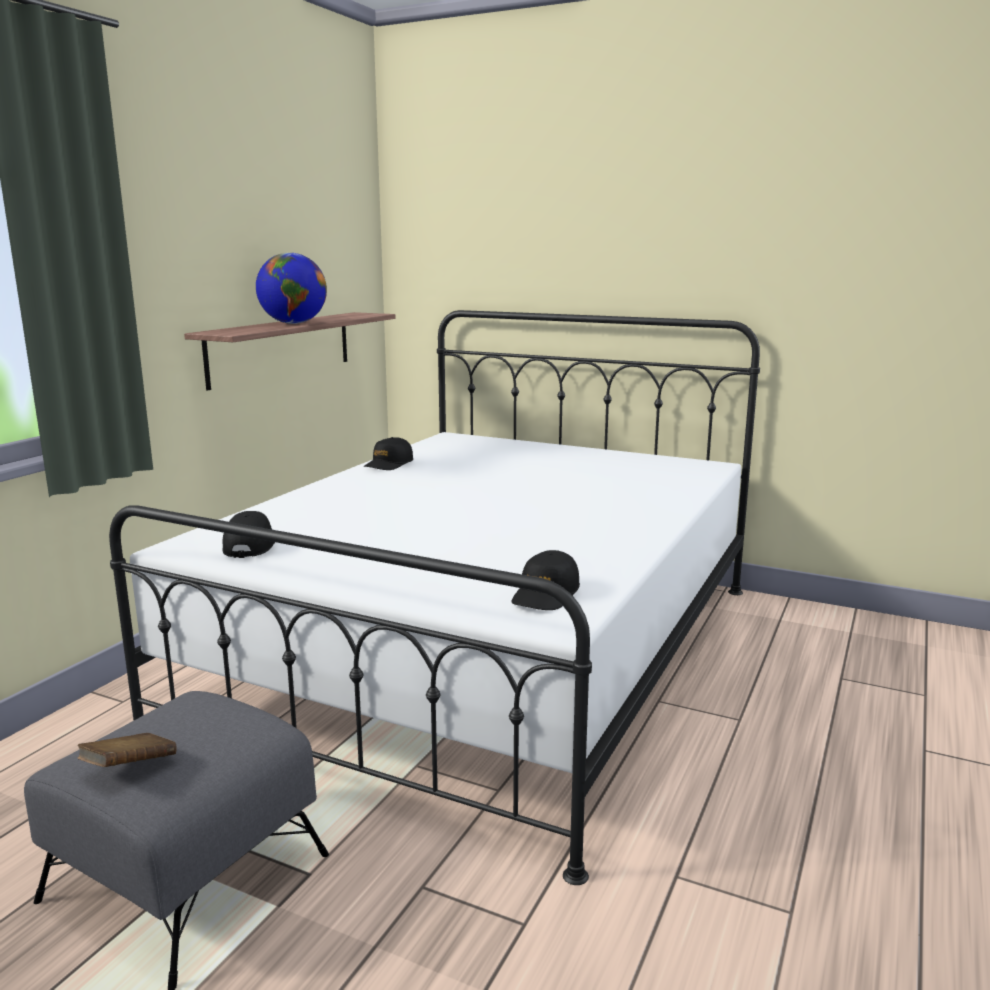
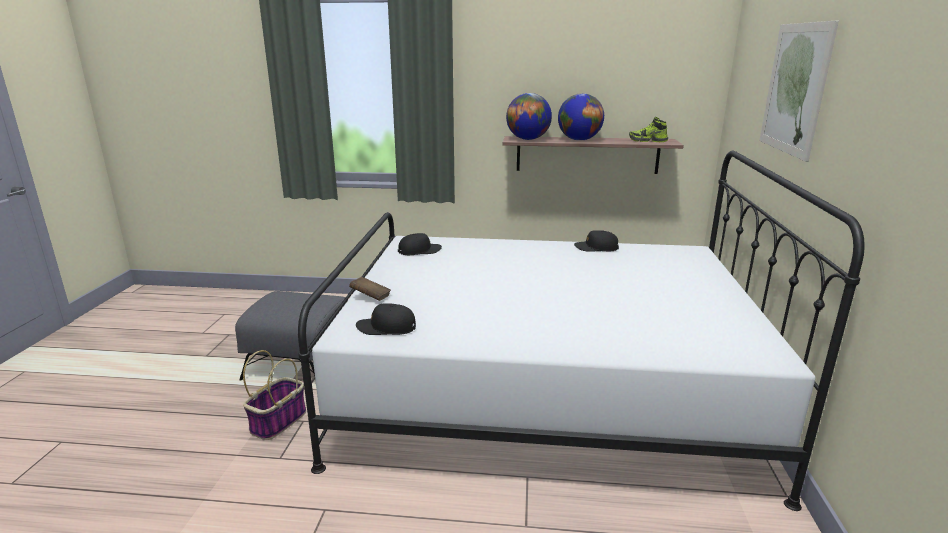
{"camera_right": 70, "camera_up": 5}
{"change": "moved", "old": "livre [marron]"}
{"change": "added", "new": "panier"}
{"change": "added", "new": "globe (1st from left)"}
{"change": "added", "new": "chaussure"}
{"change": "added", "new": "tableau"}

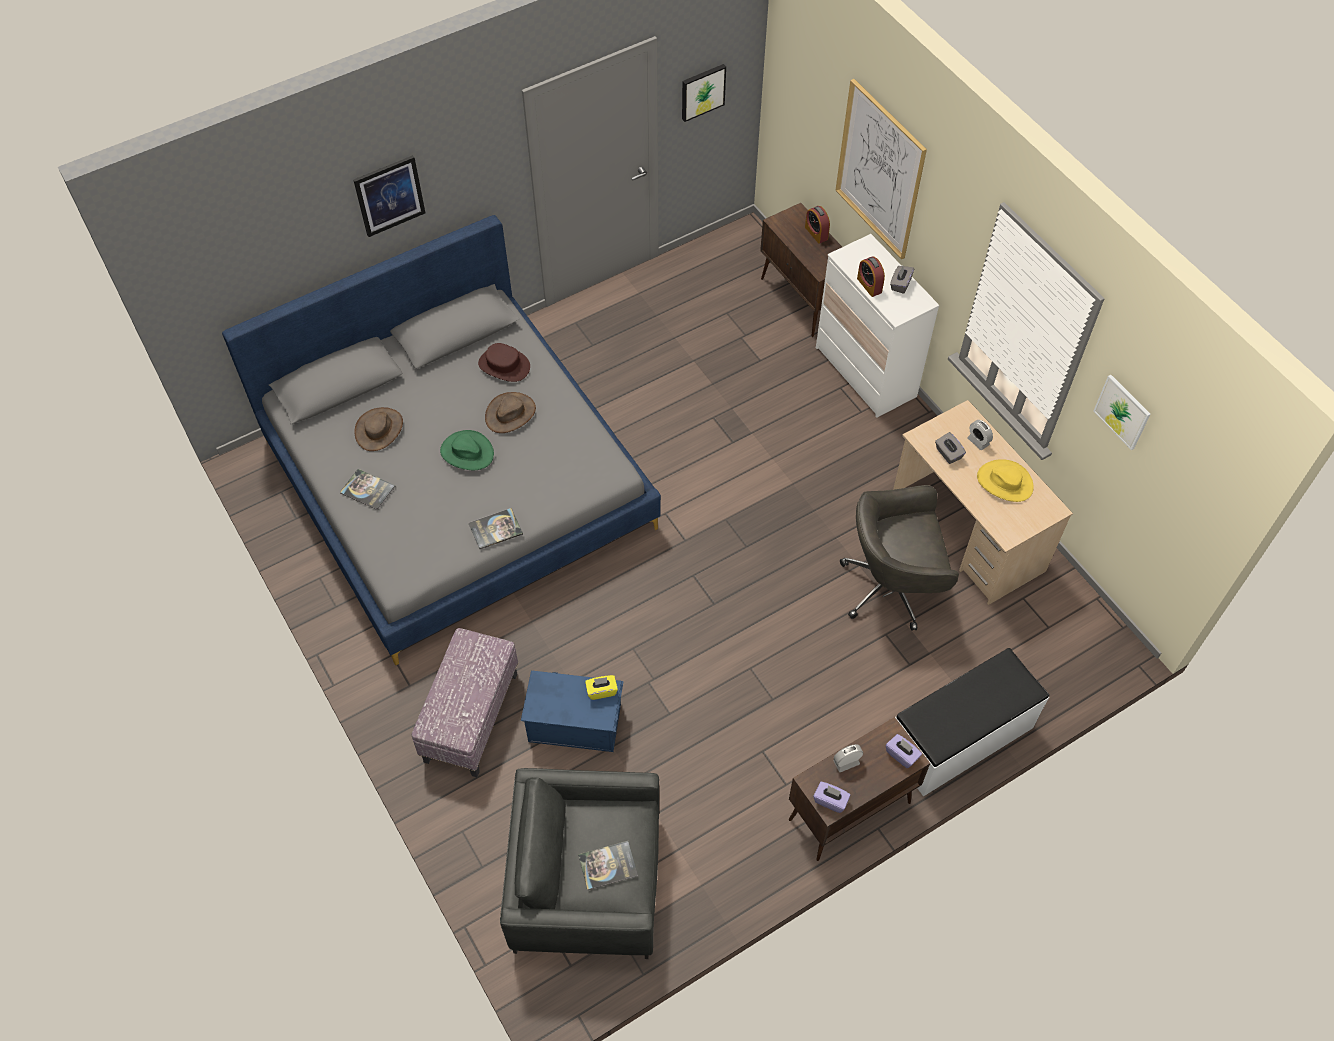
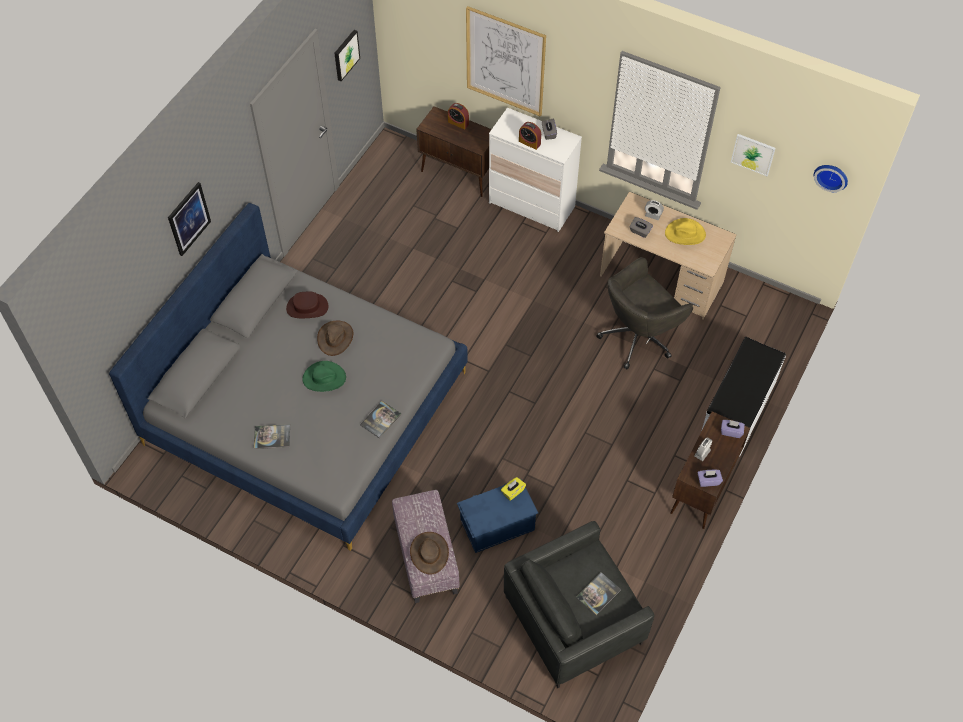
{"camera_right": -30, "camera_up": 0}
{"change": "moved", "old": "chapeau [marron] (1st from left in the first image)", "new": "chapeau [marron] (3rd from left)"}
{"change": "added", "new": "horloge murale"}

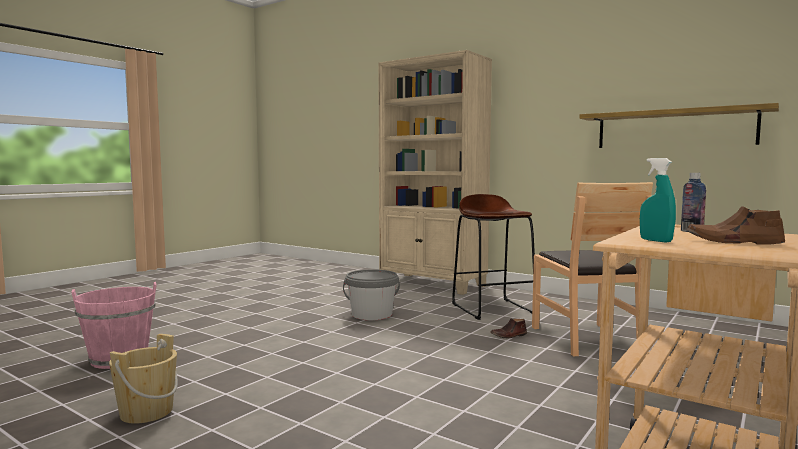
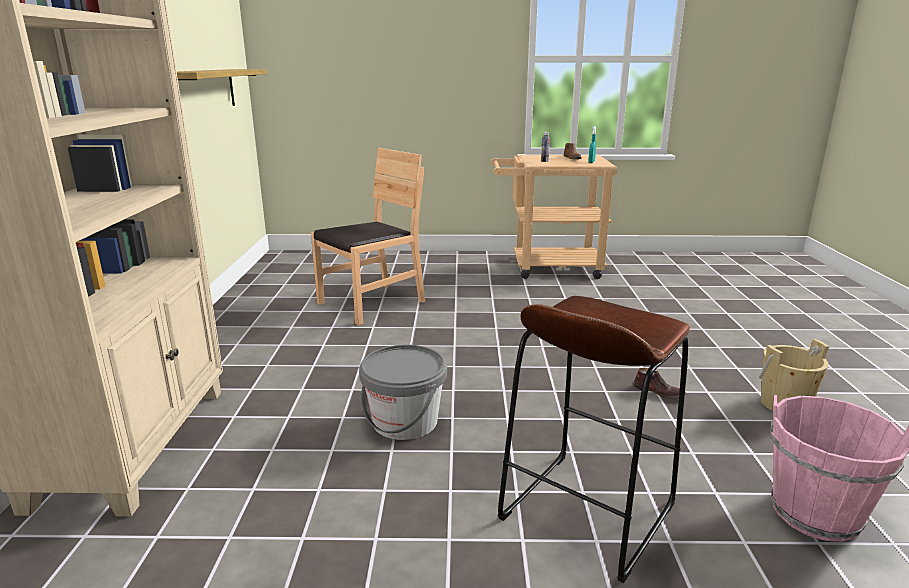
{"camera_right": -125, "camera_up": 15}
{"change": "moved", "old": "tabouret [marron]"}
{"change": "moved", "old": "chaussure [marron] (1st from left in the first image)", "new": "chaussure [marron] (2nd from left)"}

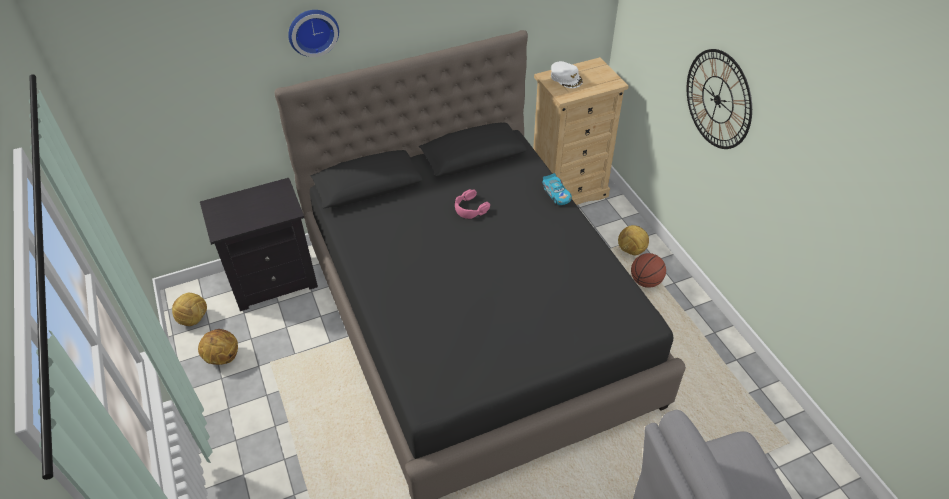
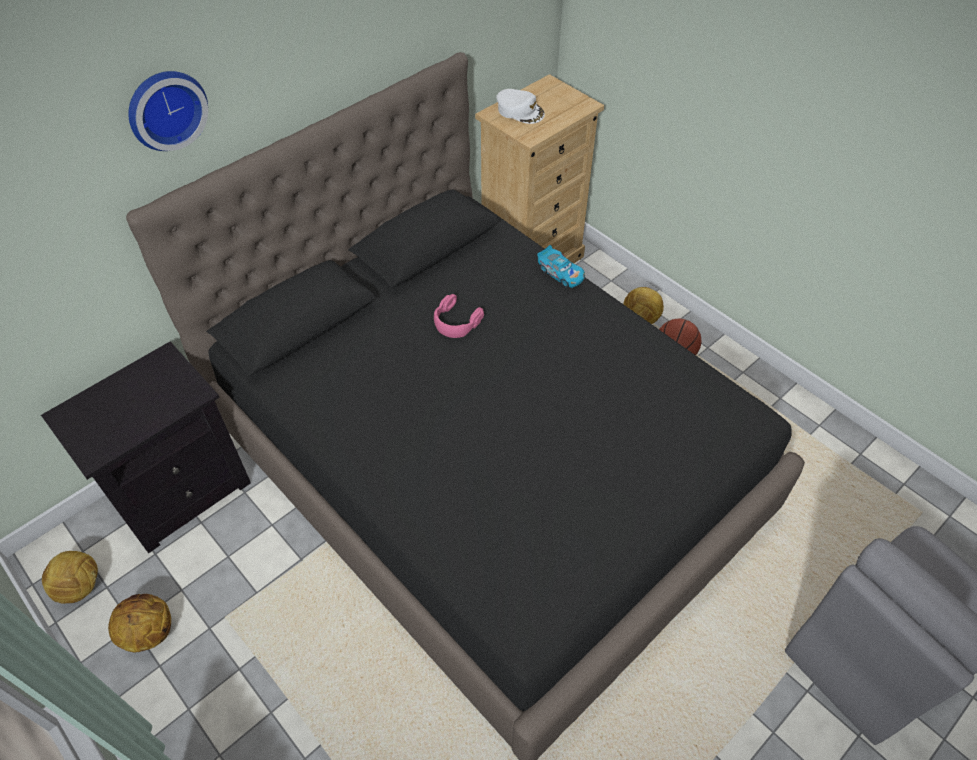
{"camera_right": -20, "camera_up": 5}
{"change": "removed", "old": "horloge murale (2nd from left)"}

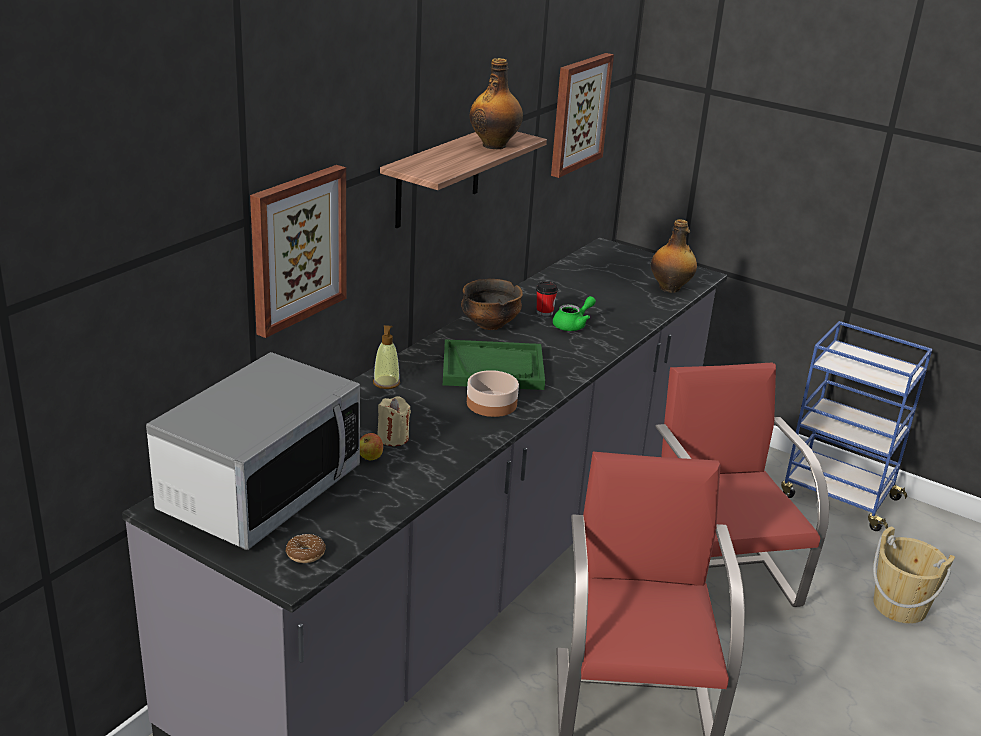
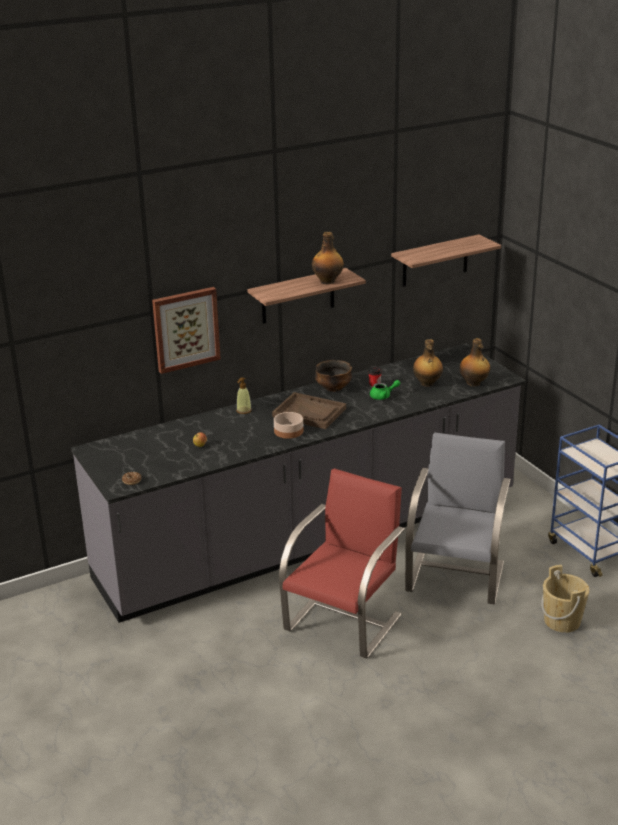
{"camera_right": 30, "camera_up": 0}
{"change": "removed", "old": "micro-ondes"}
{"change": "removed", "old": "bougie [beige]"}
{"change": "recoloured", "old": "plateau [vert]", "new": "plateau [marron]"}
{"change": "replaced", "old": "tableau (2nd from left)", "new": "étagère (2nd from left)"}
{"change": "recoloured", "old": "chaise [rouge] (2nd from left)", "new": "chaise [gris]"}
{"change": "added", "new": "bouteille (2nd from left)"}

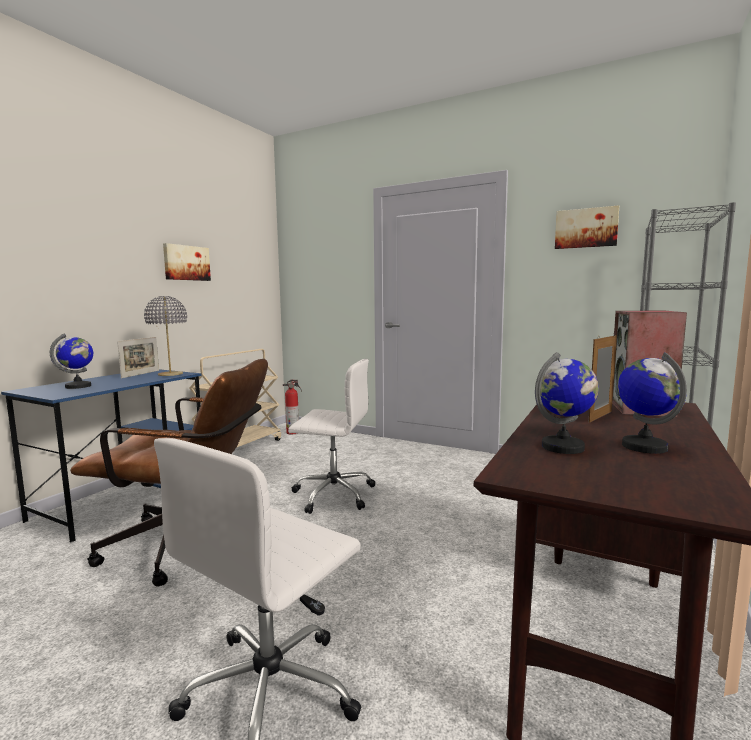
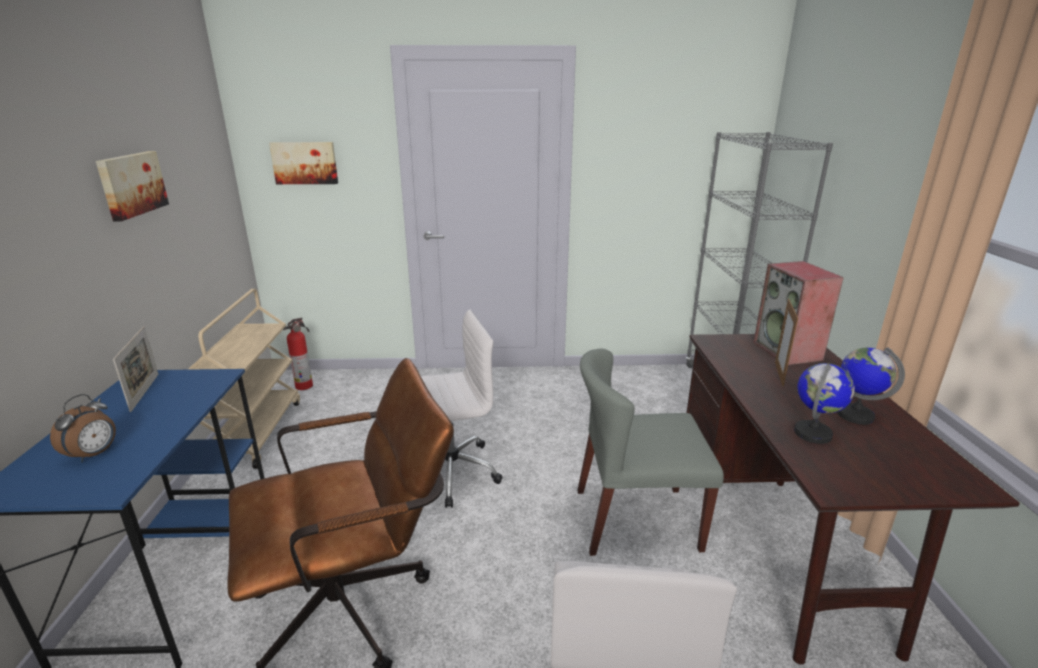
{"camera_right": -30, "camera_up": 15}
{"change": "replaced", "old": "globe (1st from left)", "new": "réveil"}
{"change": "removed", "old": "lampe de table [gris]"}
{"change": "moved", "old": "tableau (2nd from left)"}
{"change": "added", "new": "chaise [gris]"}

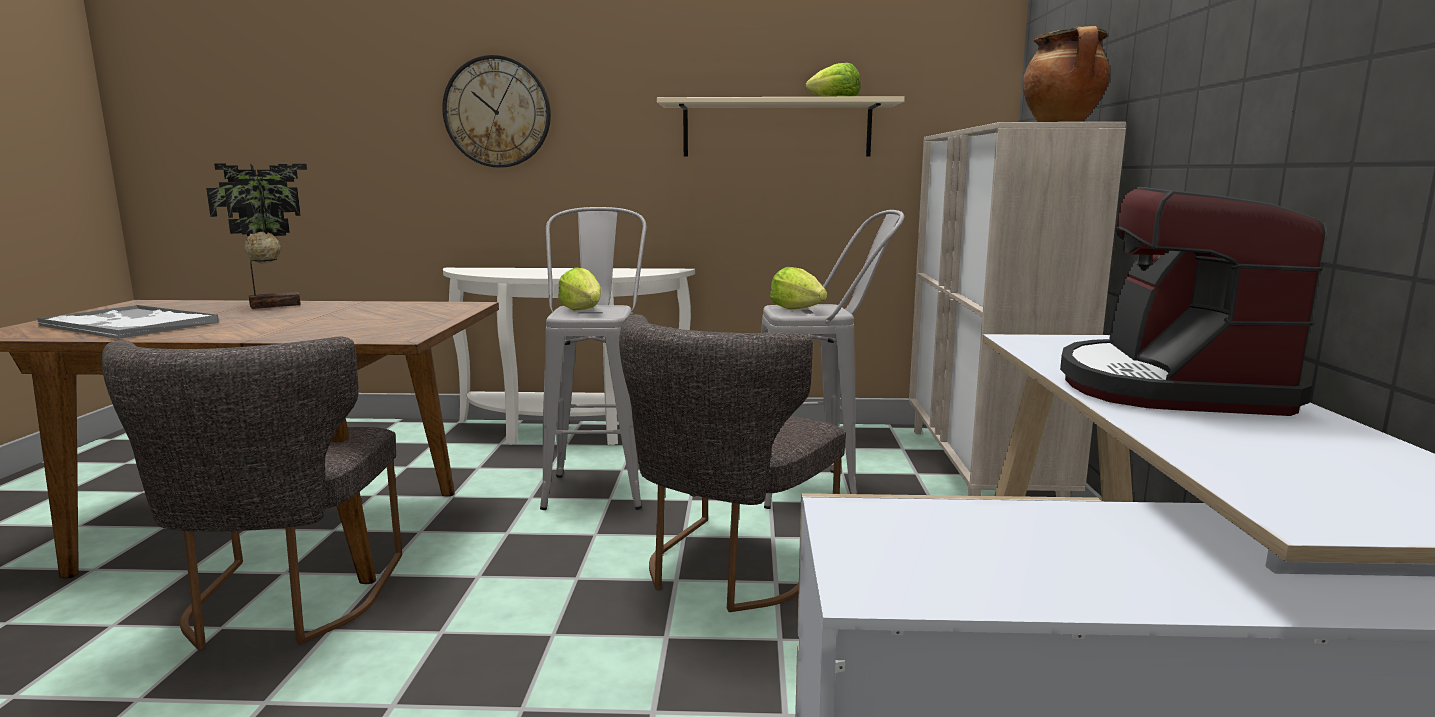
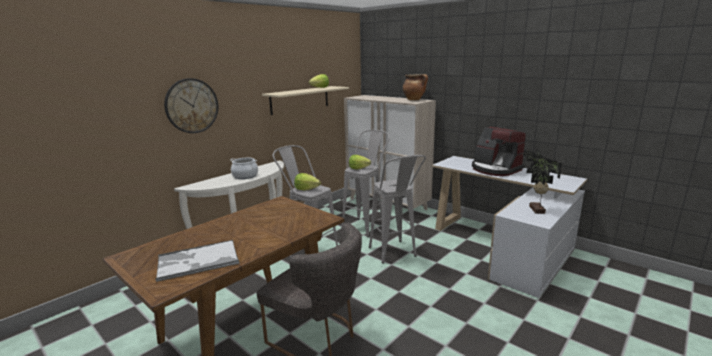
{"camera_right": -50, "camera_up": 5}
{"change": "moved", "old": "plante en pot"}
{"change": "replaced", "old": "chaise [gris] (2nd from left)", "new": "tabouret [gris] (3rd from left)"}
{"change": "added", "new": "marmite (1st from left)"}

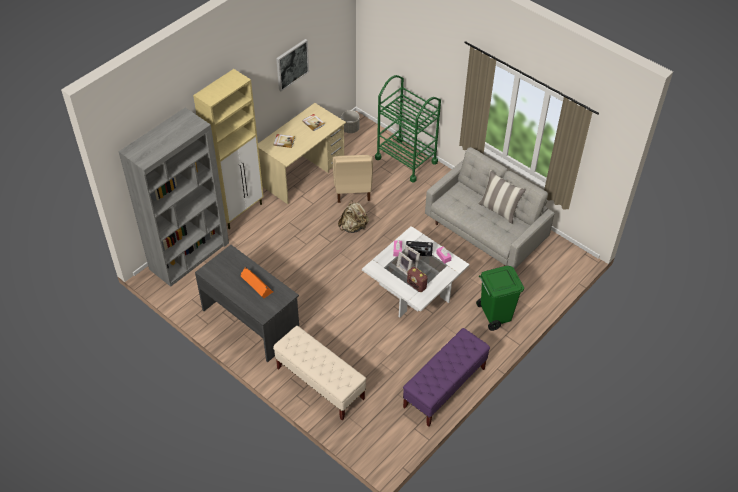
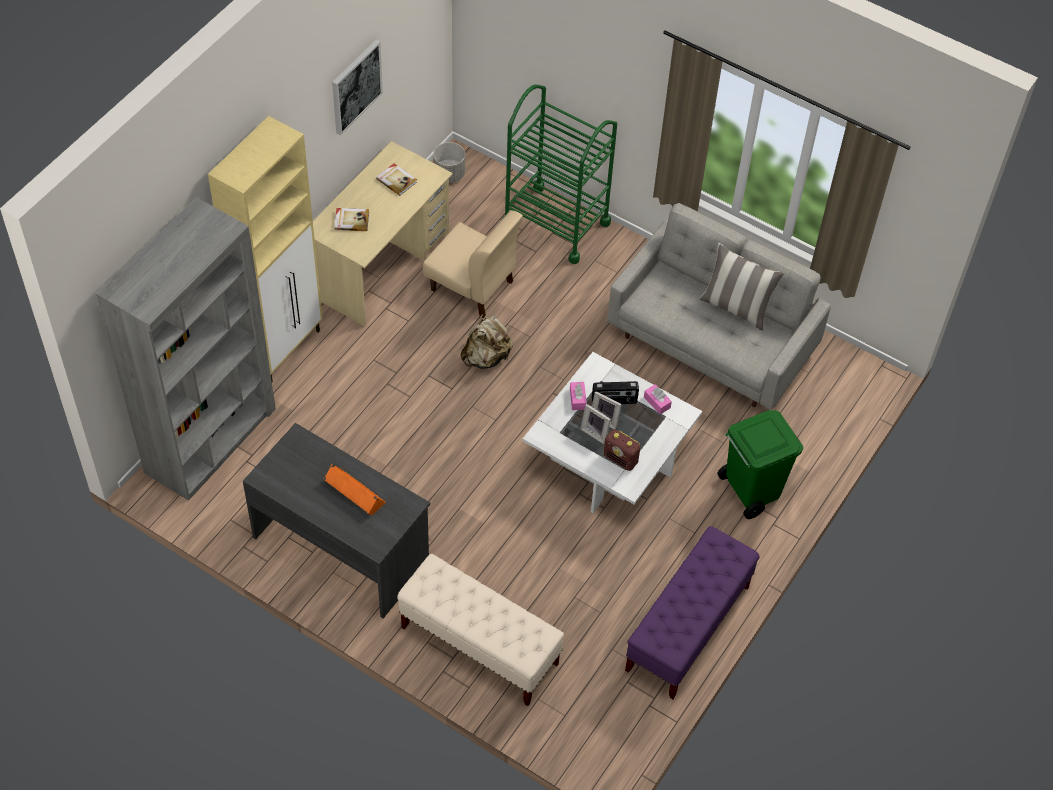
{"camera_right": -10, "camera_up": 5}
{"change": "turned", "old": "chaise [beige]", "degrees": -45}

